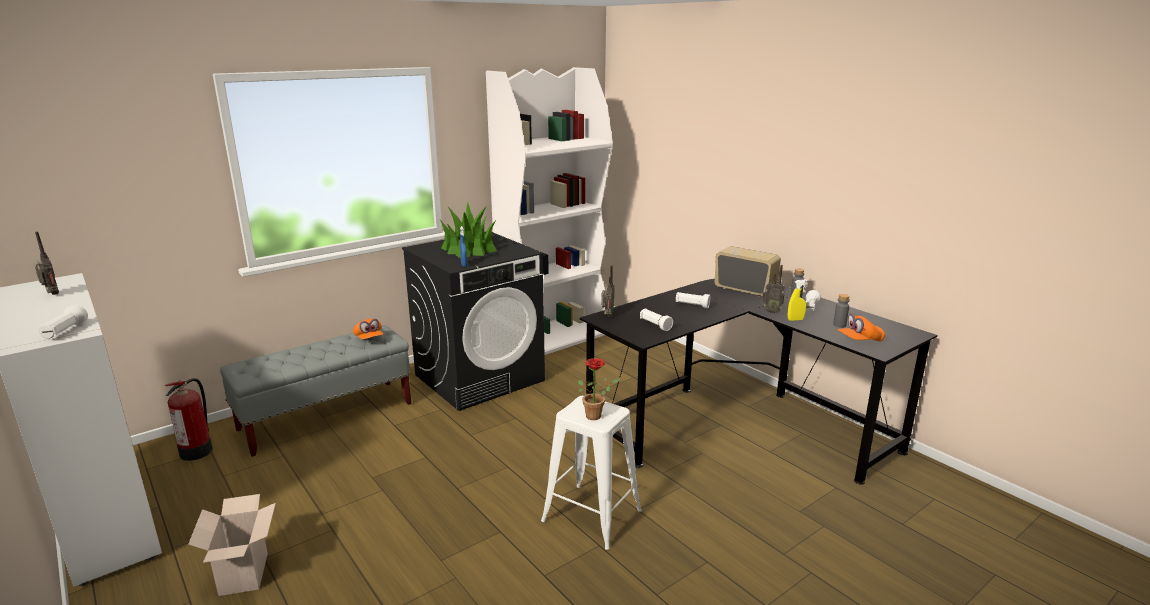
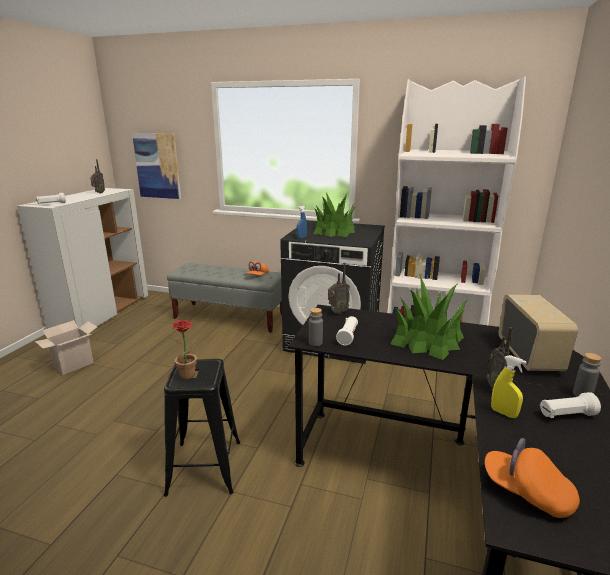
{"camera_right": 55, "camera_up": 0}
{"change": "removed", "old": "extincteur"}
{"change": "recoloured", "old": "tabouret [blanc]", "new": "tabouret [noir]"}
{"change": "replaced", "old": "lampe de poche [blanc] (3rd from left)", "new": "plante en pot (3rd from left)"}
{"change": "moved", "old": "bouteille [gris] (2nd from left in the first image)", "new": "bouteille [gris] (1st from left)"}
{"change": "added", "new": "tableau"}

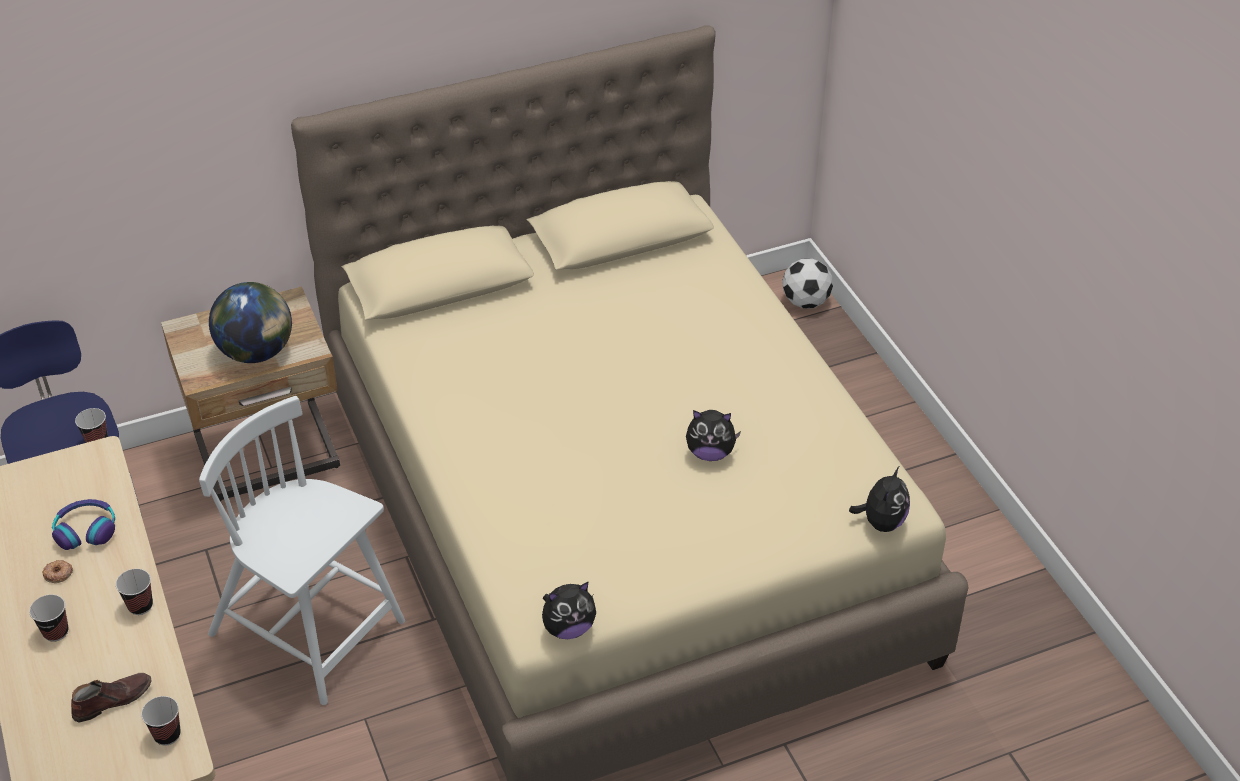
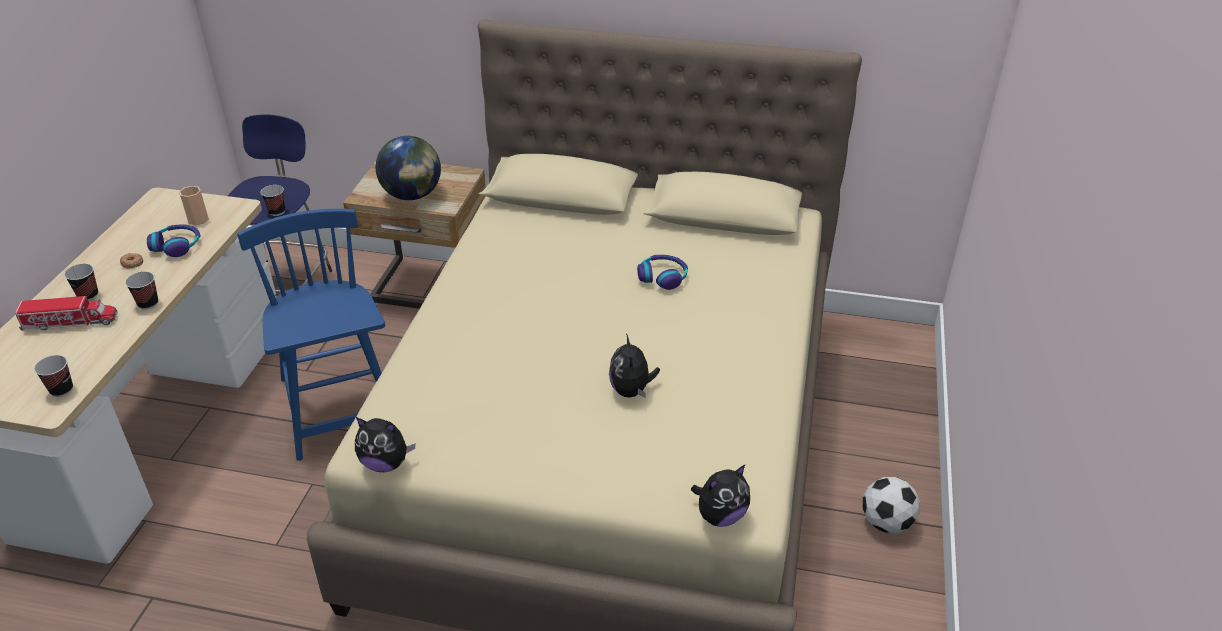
{"camera_right": 35, "camera_up": -5}
{"change": "removed", "old": "chaussure [marron]"}
{"change": "recoloured", "old": "chaise [blanc]", "new": "chaise [bleu]"}
{"change": "turned", "old": "peluche (2nd from left)", "degrees": 45}
{"change": "moved", "old": "ballon de foot"}
{"change": "added", "new": "camion jouet"}
{"change": "added", "new": "tasse (4th from left)"}
{"change": "added", "new": "casque audio (2nd from left)"}

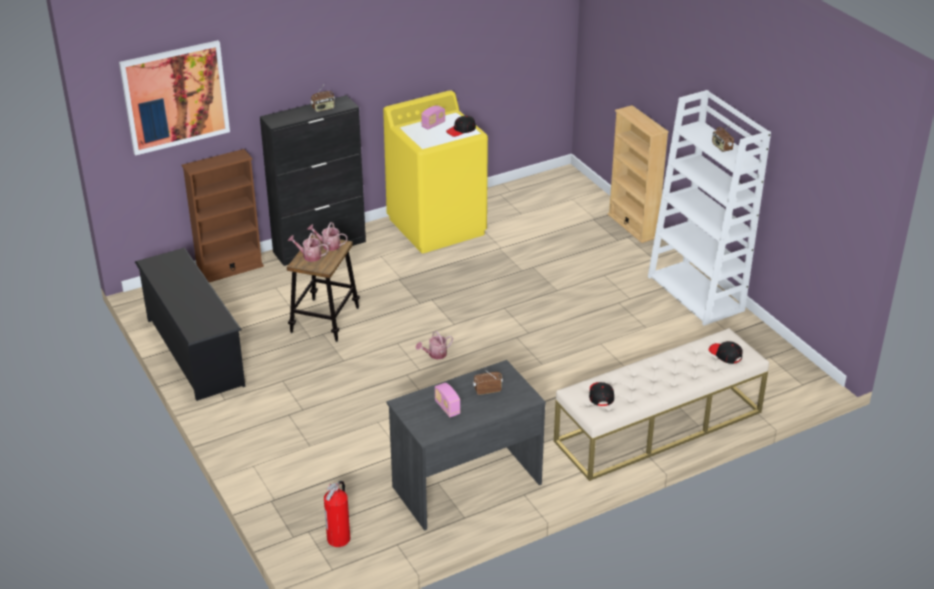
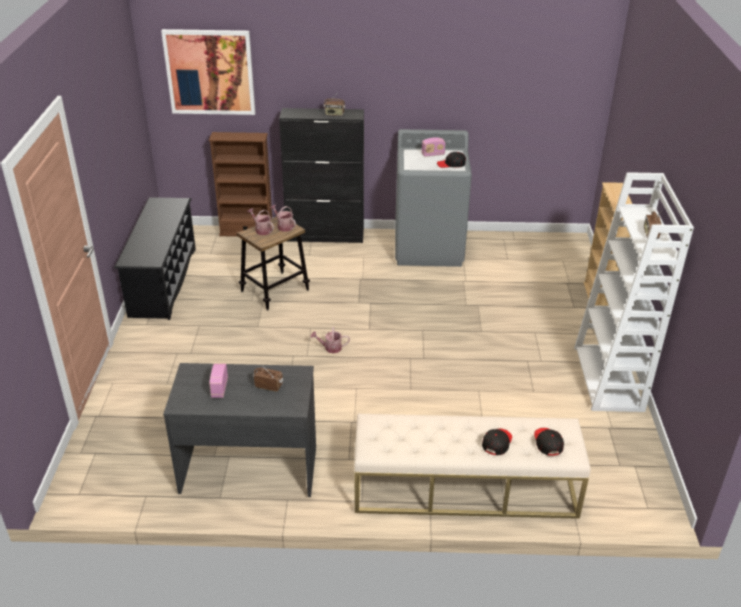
{"camera_right": 30, "camera_up": 0}
{"change": "removed", "old": "extincteur"}
{"change": "recoloured", "old": "lave-linge [jaune]", "new": "lave-linge [gris]"}
{"change": "moved", "old": "casquette [noir] (2nd from left)"}

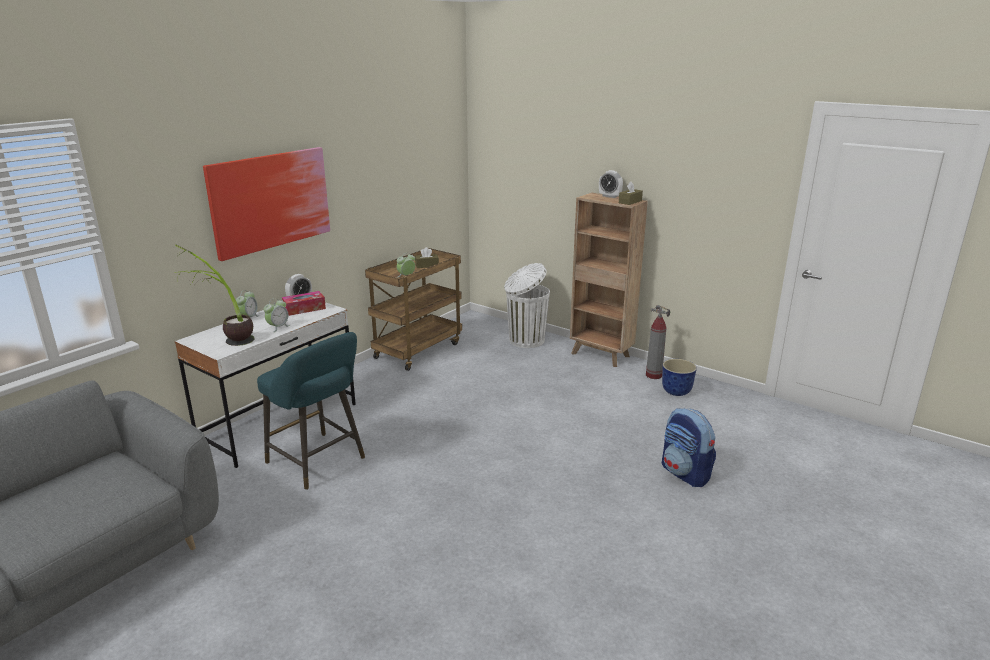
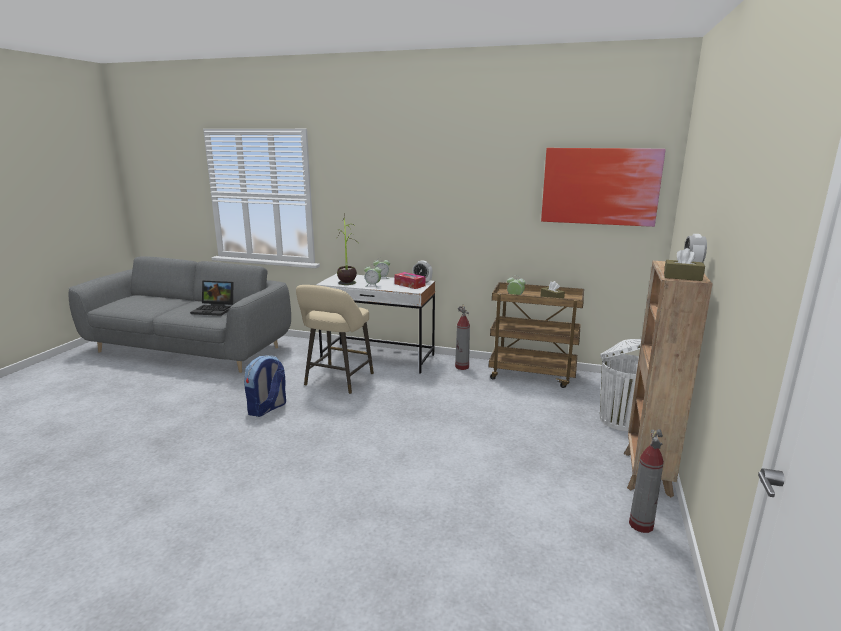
{"camera_right": 70, "camera_up": -5}
{"change": "moved", "old": "tableau"}
{"change": "recoloured", "old": "tabouret [turquoise]", "new": "tabouret [beige]"}
{"change": "removed", "old": "cache-pot"}
{"change": "moved", "old": "sac à dos"}
{"change": "added", "new": "ordinateur portable"}
{"change": "added", "new": "extincteur (1st from left)"}

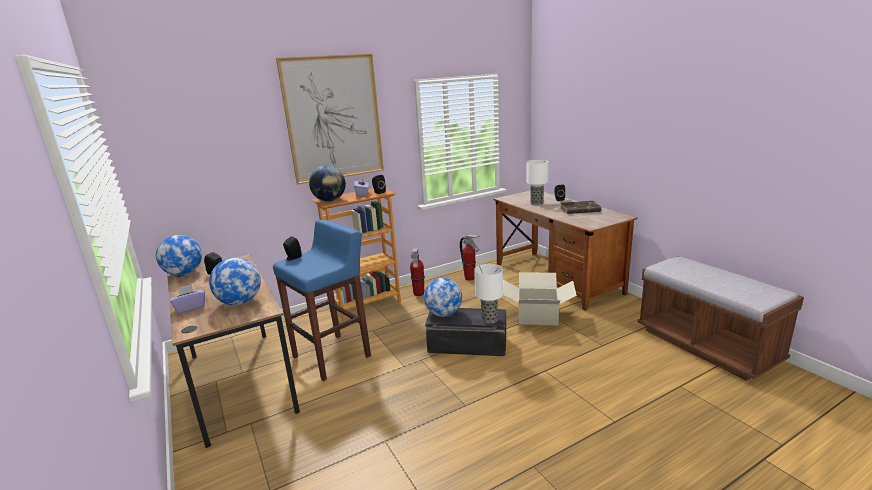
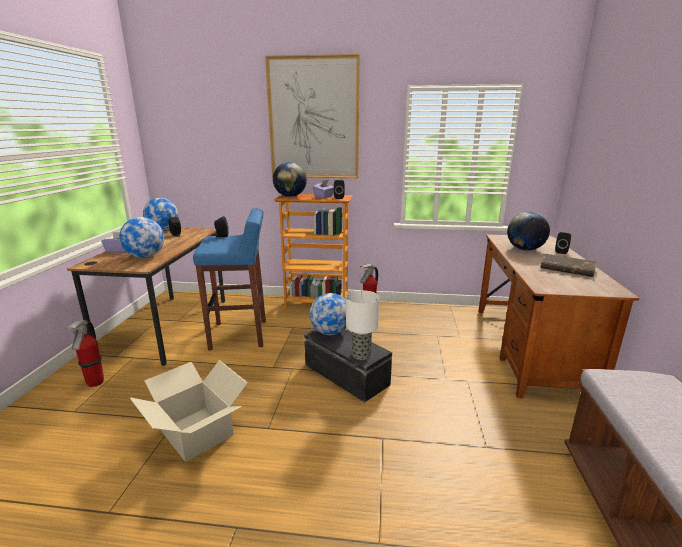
{"camera_right": 35, "camera_up": 0}
{"change": "moved", "old": "extincteur (2nd from left in the first image)", "new": "extincteur (1st from left)"}
{"change": "moved", "old": "carton"}
{"change": "replaced", "old": "lampe de table (2nd from left)", "new": "globe (5th from left)"}

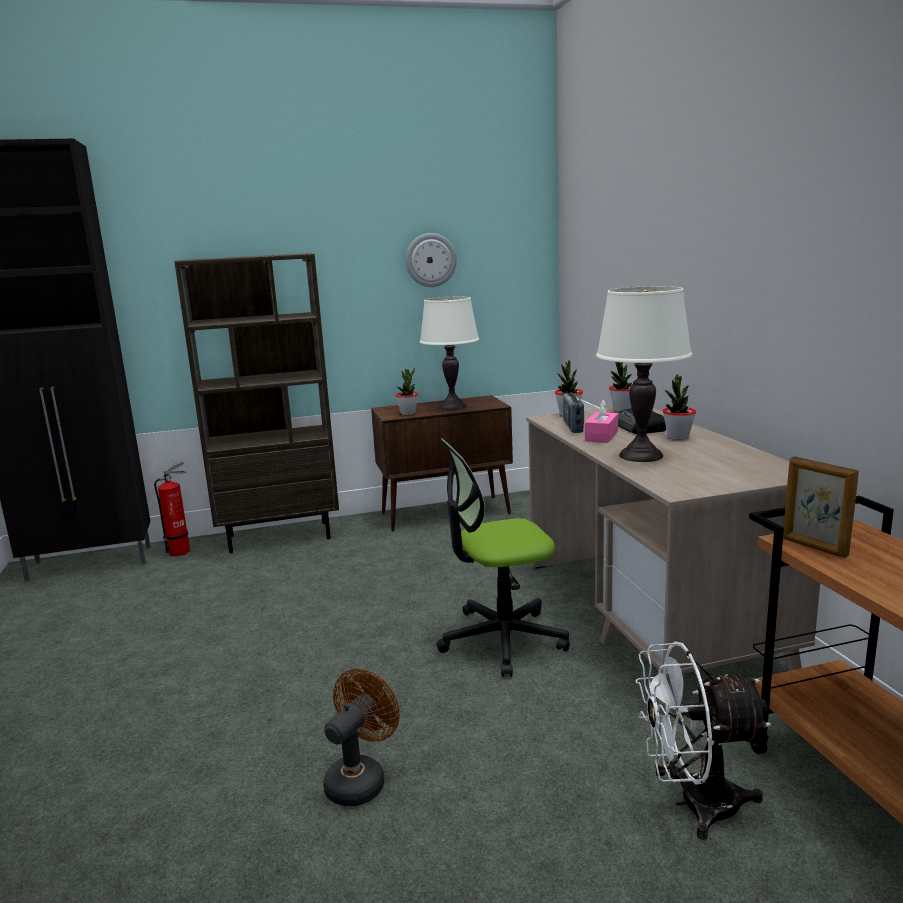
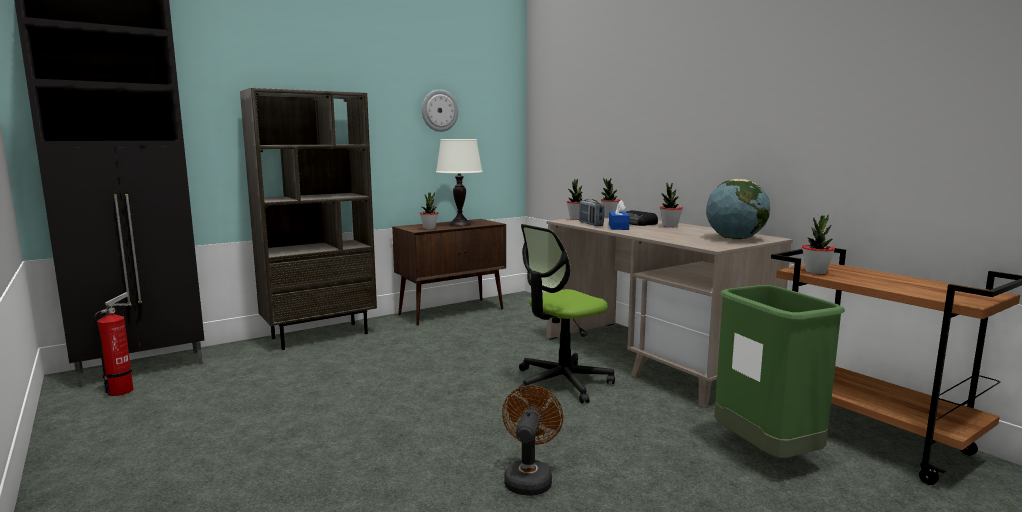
{"camera_right": -20, "camera_up": -5}
{"change": "moved", "old": "extincteur"}
{"change": "recoloured", "old": "boîte à mouchoirs [rose]", "new": "boîte à mouchoirs [bleu]"}
{"change": "removed", "old": "lampe de table [blanc] (2nd from left)"}
{"change": "replaced", "old": "ventilateur [blanc]", "new": "poubelle [vert]"}
{"change": "replaced", "old": "cadre photo", "new": "plante en pot (5th from left)"}
{"change": "added", "new": "globe"}

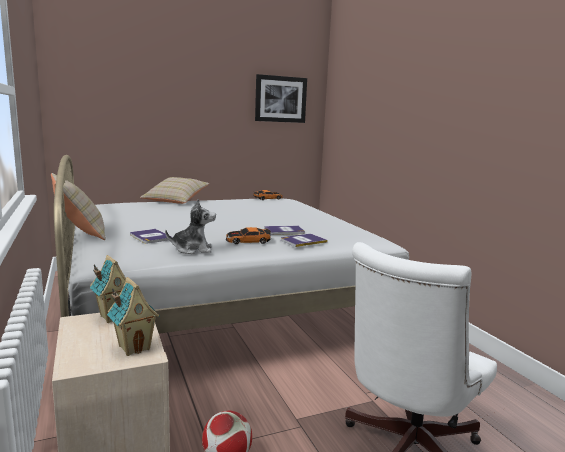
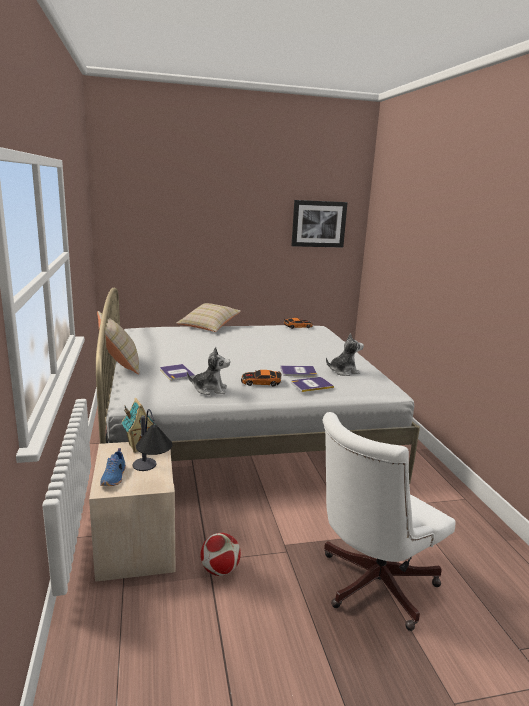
{"camera_right": 10, "camera_up": 5}
{"change": "replaced", "old": "maison miniature (2nd from left)", "new": "lampe de table"}
{"change": "added", "new": "chaussure [bleu]"}
{"change": "added", "new": "peluche (2nd from left)"}

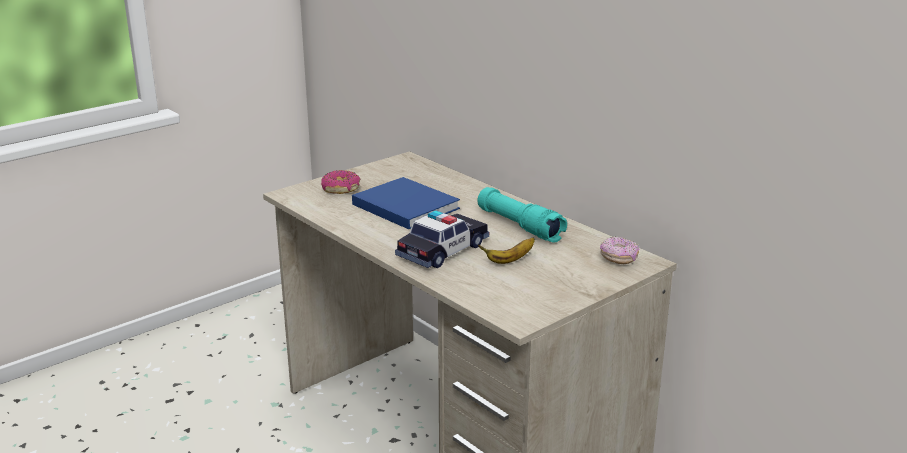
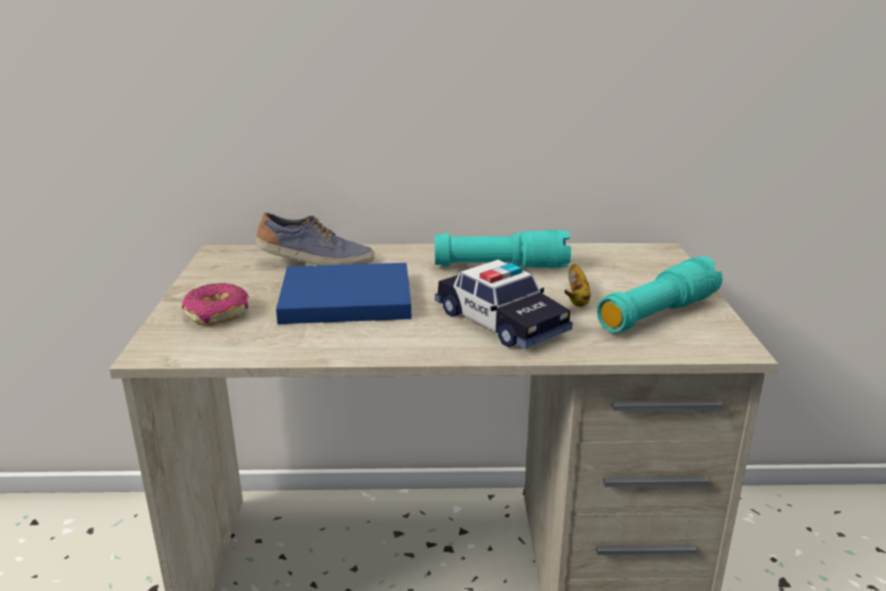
{"camera_right": -50, "camera_up": 0}
{"change": "turned", "old": "petite voiture", "degrees": 150}
{"change": "removed", "old": "beignet (2nd from left)"}
{"change": "added", "new": "chaussure"}
{"change": "added", "new": "lampe de poche [turquoise] (2nd from left)"}

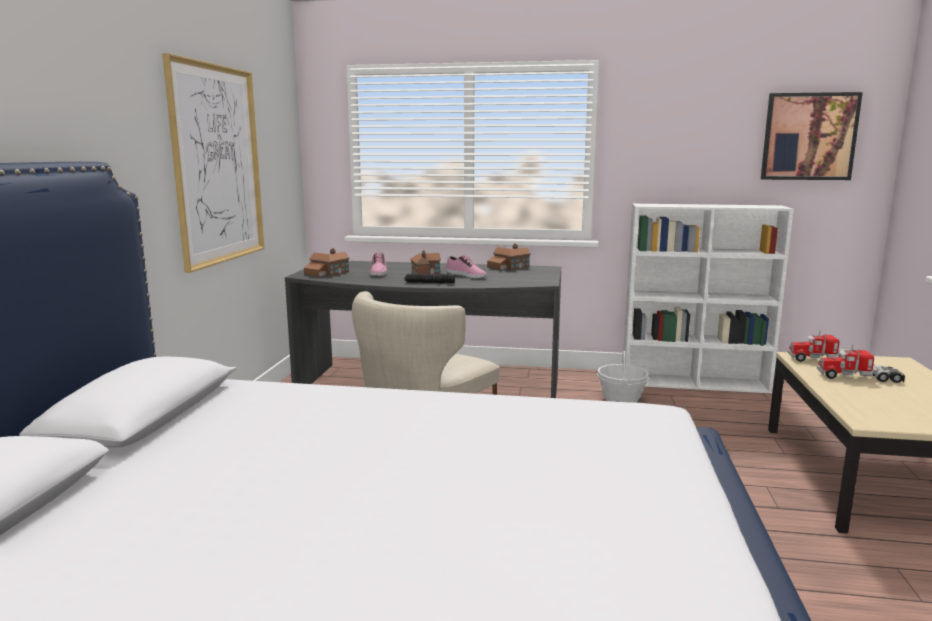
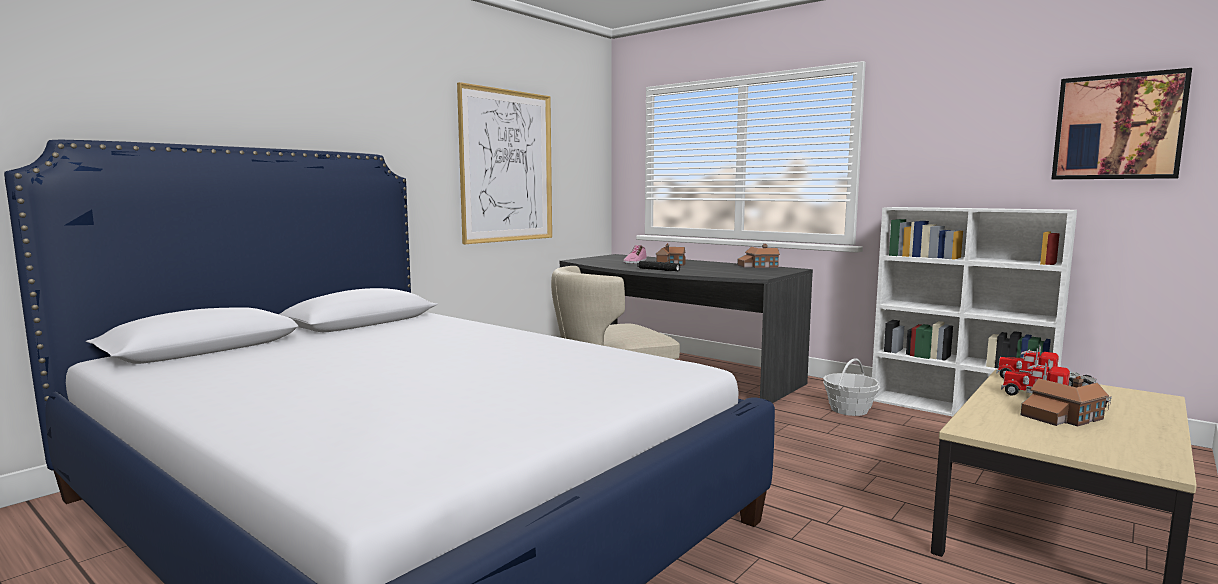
{"camera_right": 30, "camera_up": -5}
{"change": "moved", "old": "maison miniature (1st from left in the first image)", "new": "maison miniature (3rd from left)"}
{"change": "removed", "old": "chaussure (2nd from left)"}

